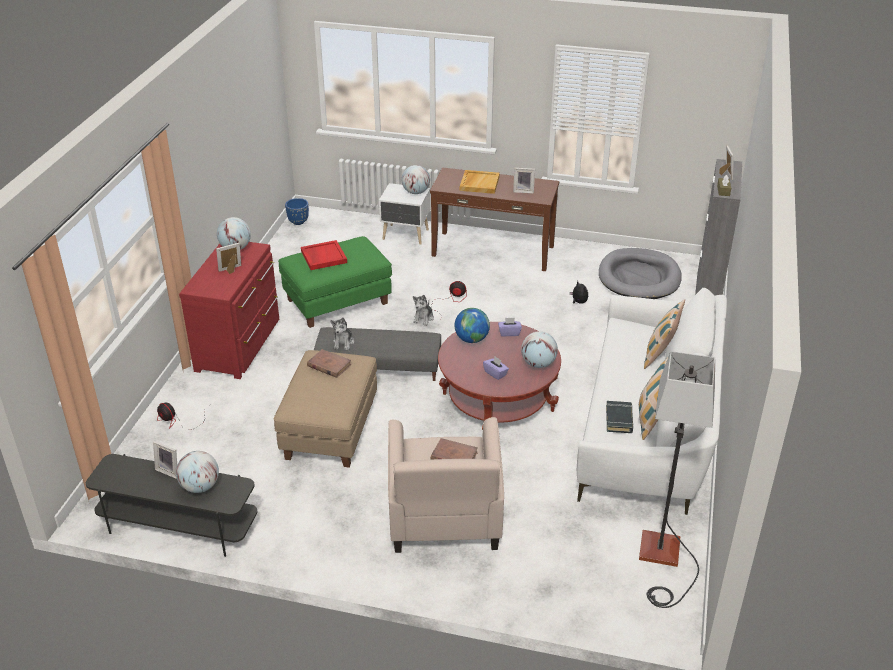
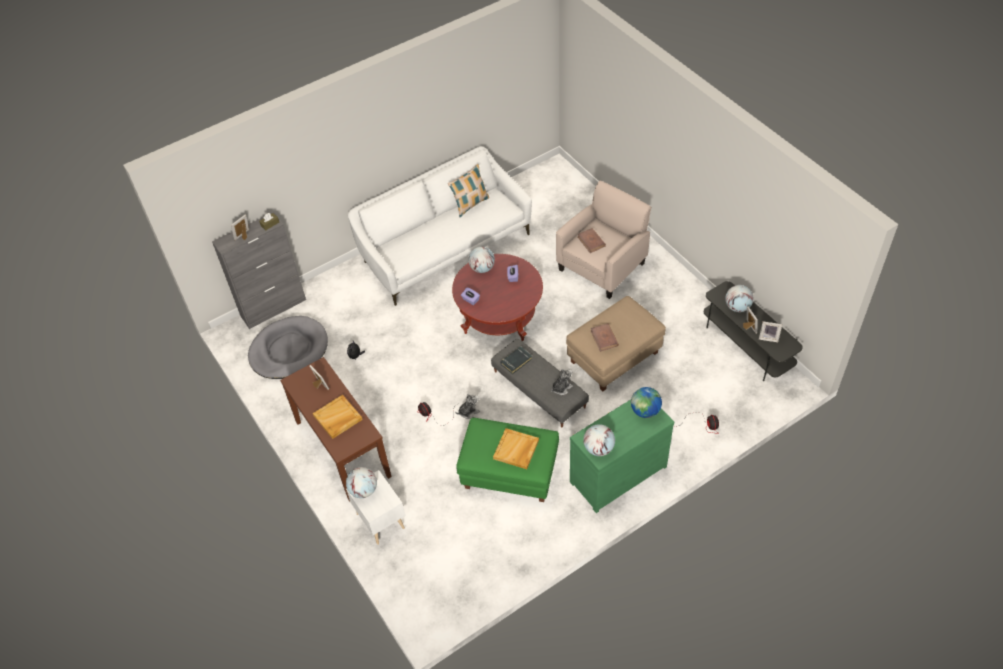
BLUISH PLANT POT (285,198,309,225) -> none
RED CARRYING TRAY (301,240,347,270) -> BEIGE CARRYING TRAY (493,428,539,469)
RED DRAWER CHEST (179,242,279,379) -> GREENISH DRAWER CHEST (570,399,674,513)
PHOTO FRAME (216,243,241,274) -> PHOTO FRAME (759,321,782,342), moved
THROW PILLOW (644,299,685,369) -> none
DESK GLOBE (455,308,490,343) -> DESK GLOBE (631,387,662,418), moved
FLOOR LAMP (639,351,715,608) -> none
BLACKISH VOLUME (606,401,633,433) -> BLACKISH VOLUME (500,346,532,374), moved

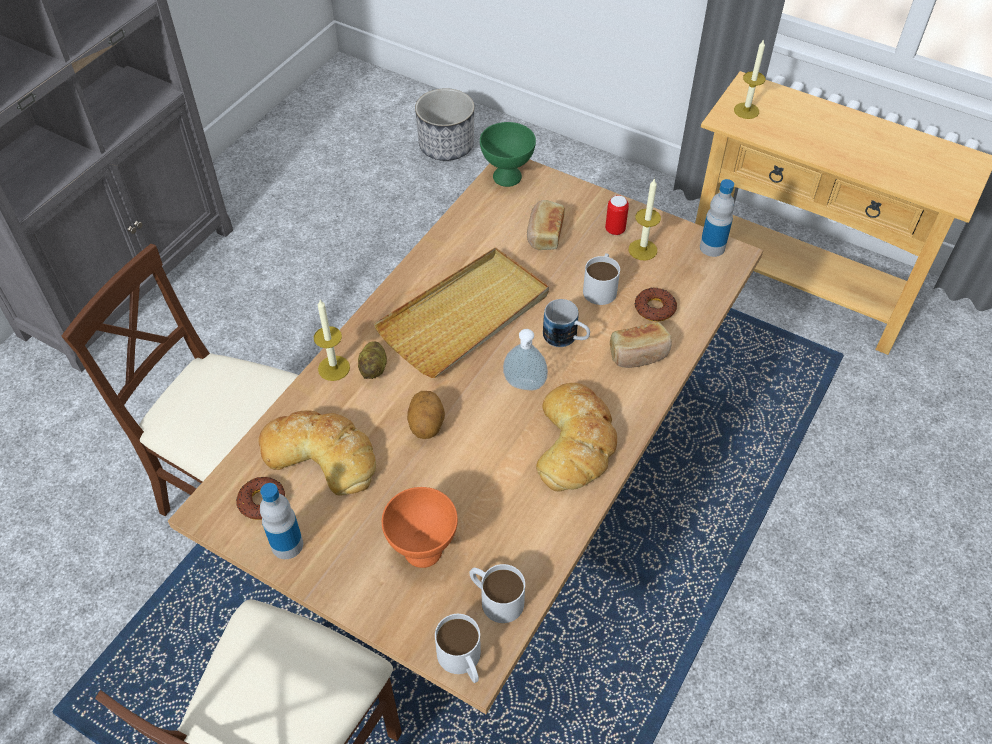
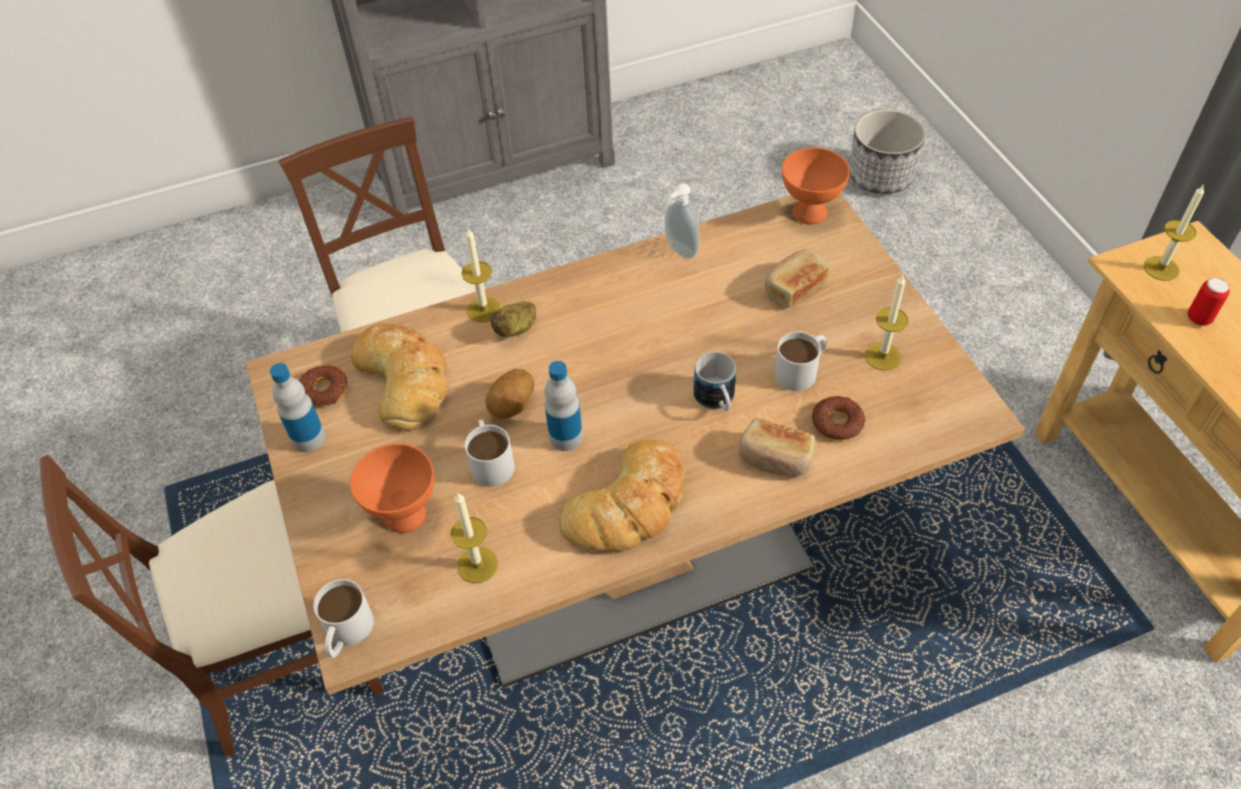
GREENISH BOWL (480,122,536,187) -> ORANGEY BOWL (782,147,850,225)
BOTTLE (700,179,735,257) -> BOTTLE (545,361,583,451), moved
SEALED CAN (605,195,629,235) -> SEALED CAN (1187,278,1230,326), moved
BEIGE CARRYING TRAY (374,247,549,378) -> none
SOAP BOTTLE (503,329,548,390) -> SOAP BOTTLE (665,183,700,259), moved
WHITISH COFFEE MUG (469,564,525,623) -> WHITISH COFFEE MUG (465,419,515,487), moved
none -> CANDLE (451,493,498,583)

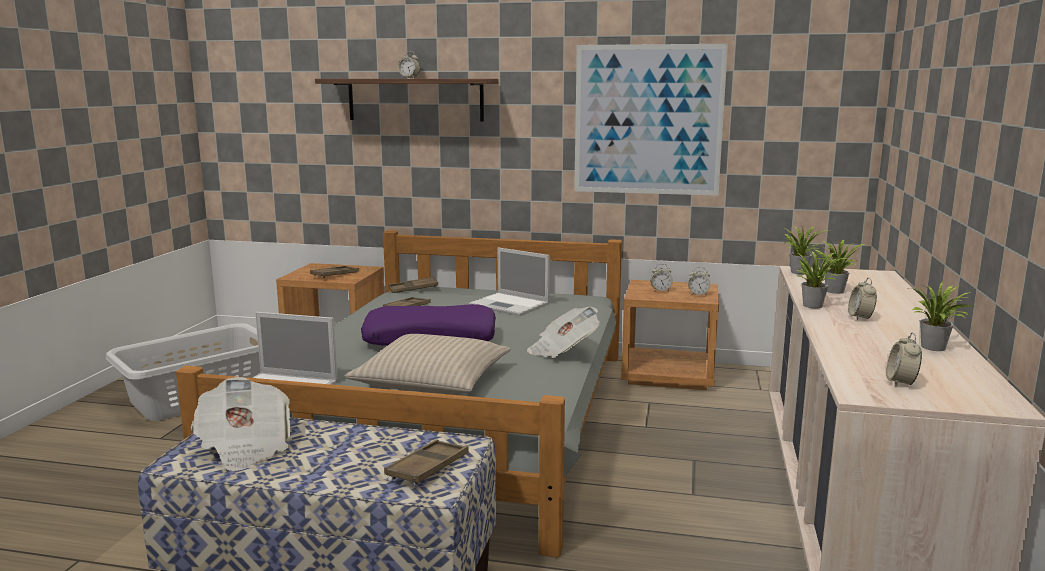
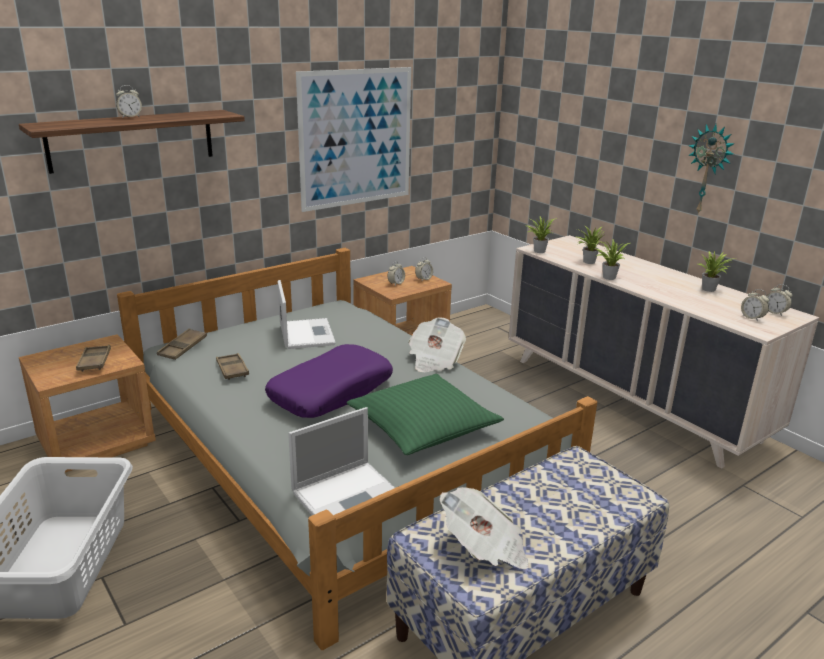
LAPTOP (469,247,550,316) -> LAPTOP (278,280,336,349), 90 degrees counterclockwise
BEDSIDE CLOCK (848,278,877,321) -> BEDSIDE CLOCK (767,284,793,316), moved
BEIGE THROW PILLOW (344,334,511,394) -> GREENISH THROW PILLOW (347,374,504,455)
BROWN-COLOURED CARRYING TRAY (384,440,469,485) -> none
none -> CLOCK ON THE WALL (688,124,735,214)

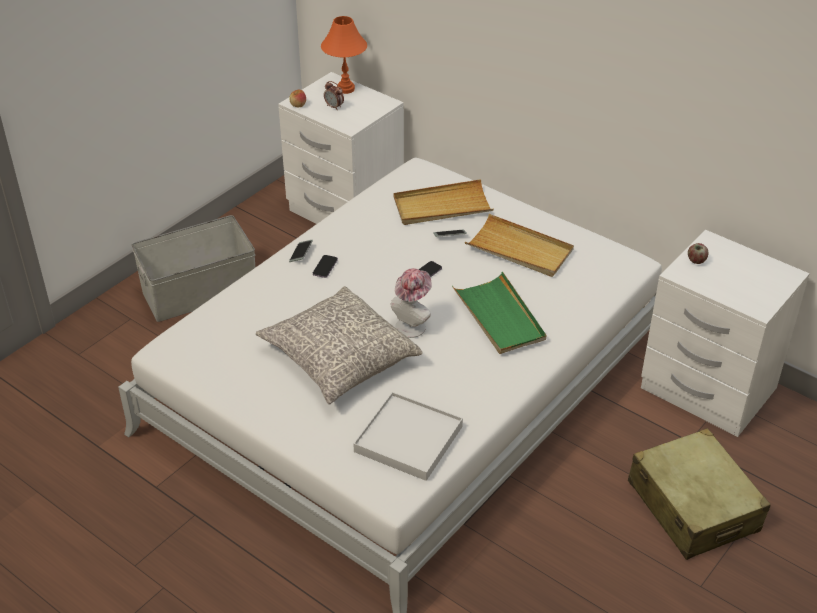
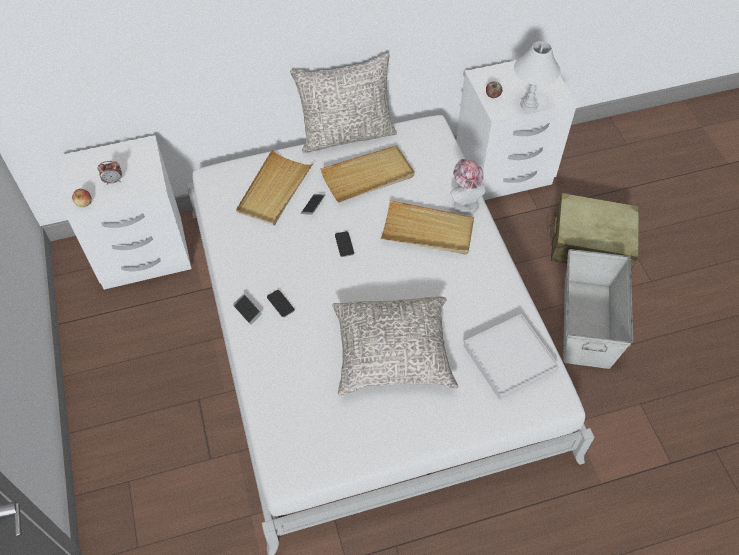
ORANGEY LAMP FOR A TABLE (321,16,367,94) -> none
GREY STORAGE BIN (132,215,255,322) -> GREY STORAGE BIN (563,249,633,369), moved
HAT (390,268,432,338) -> HAT (450,159,486,215), moved
GREENISH CARRYING TRAY (452,272,546,354) -> BEIGE CARRYING TRAY (380,200,474,254)
none -> WHITISH LAMP FOR A TABLE (514,41,560,111)
none -> GREY THROW PILLOW (290,53,397,153)

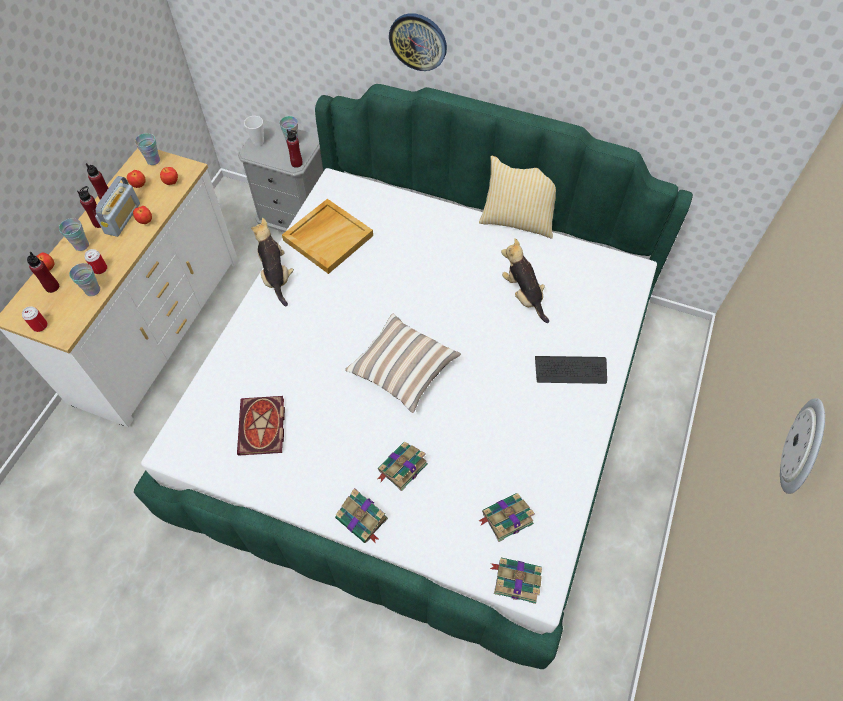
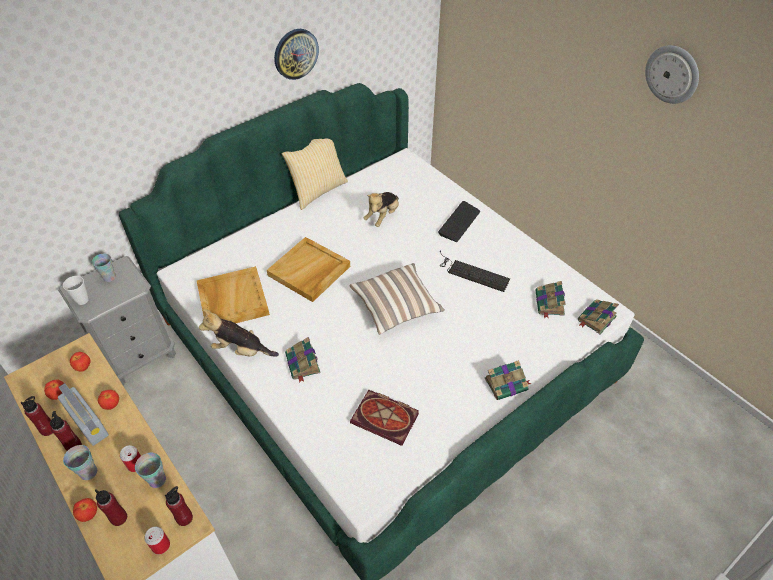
CLOCK ON THE WALL (389,13,447,71) -> CLOCK ON THE WALL (274,29,319,80), moved
RED BOTTLE (287,129,303,168) -> RED BOTTLE (165,486,193,526), moved
CUP (135,133,160,165) -> none
CUDDLY TOY (501,238,549,323) -> CUDDLY TOY (364,192,399,227), 60 degrees counterclockwise
VOLUME (378,442,428,491) -> VOLUME (285,337,321,382), moved
none -> BEIGE CARRYING TRAY (267,237,350,302)
none -> COMPUTER KEYBOARD (440,251,510,292)

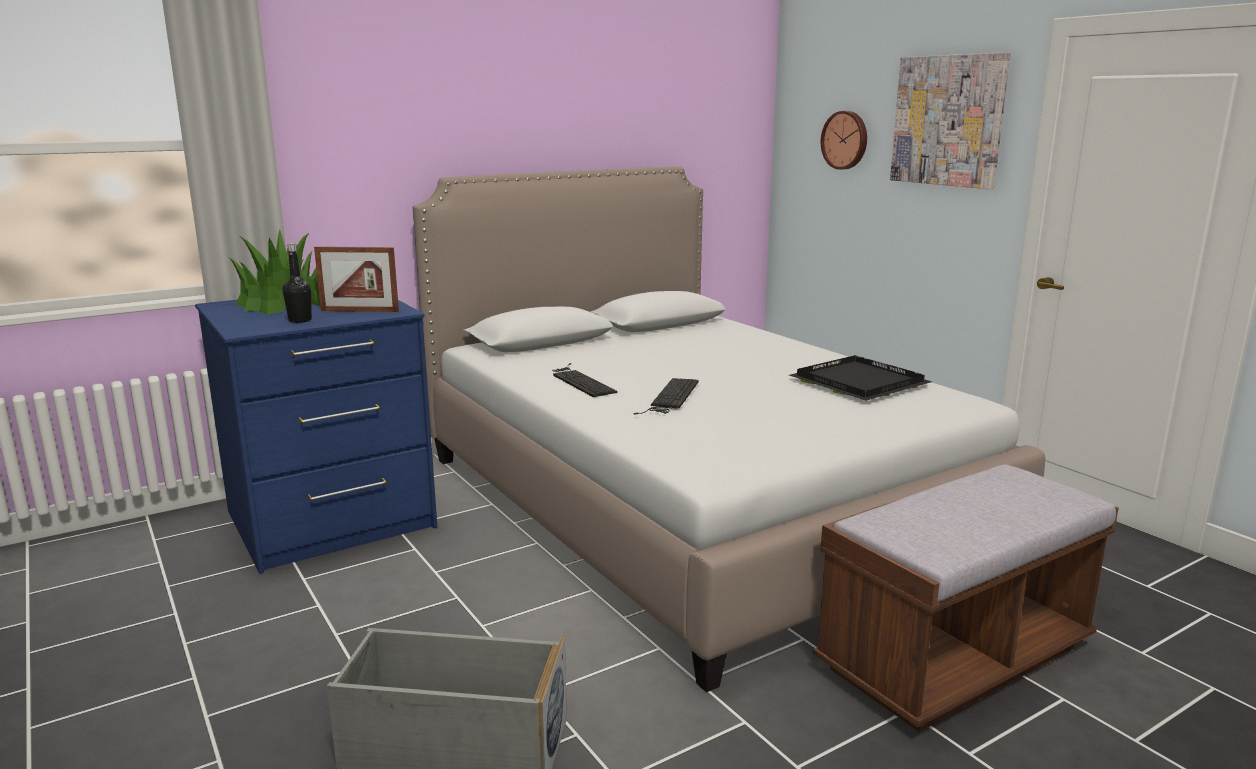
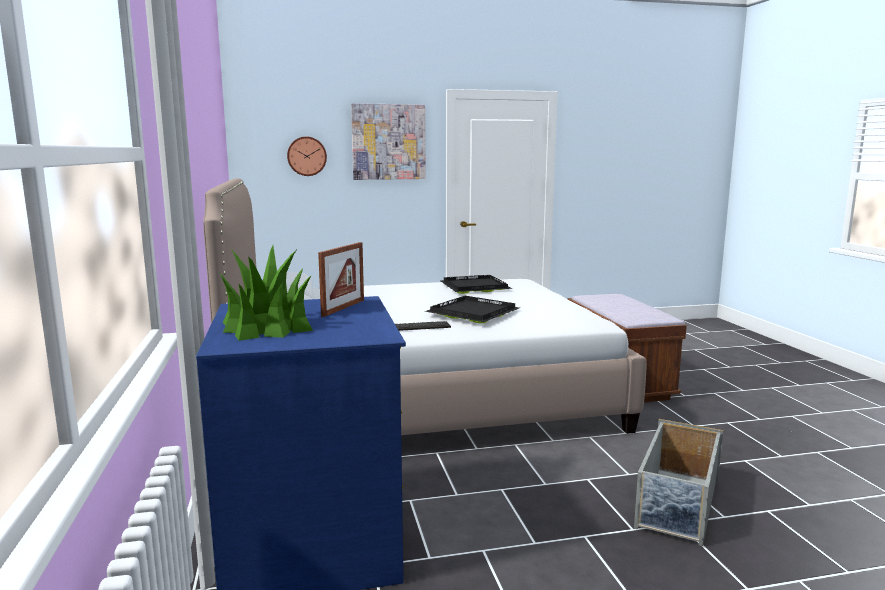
BLACKISH BOTTLE (282,243,312,323) -> none
COMPUTER KEYBOARD (634,378,699,415) -> BLACKISH CARRYING TRAY (425,296,519,323)

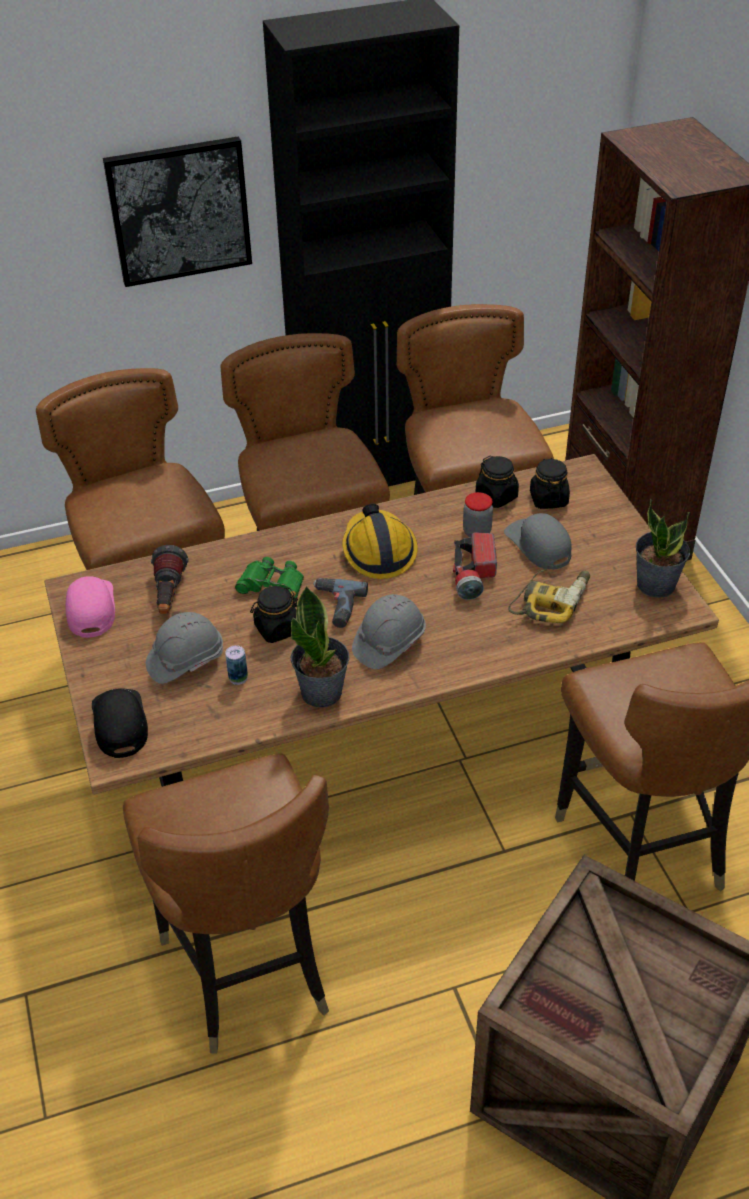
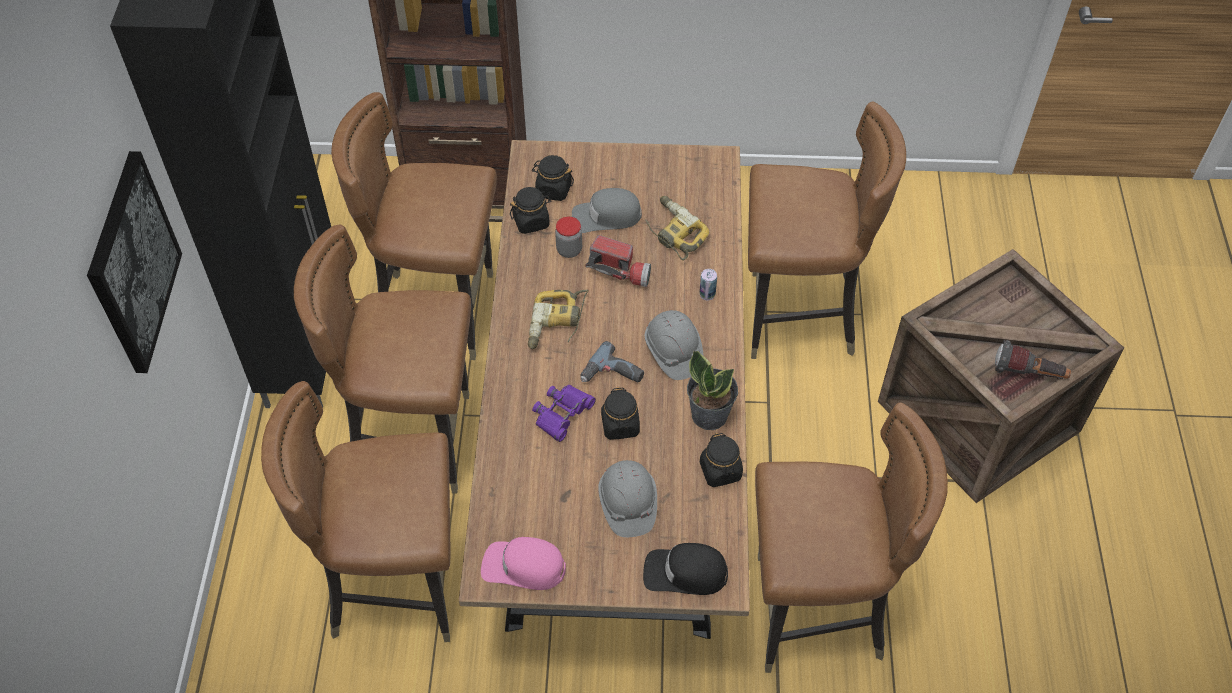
PLANT IN A POT (636,499,690,598) -> none
SAFETY HELMET (342,503,417,579) -> ELECTRIC DRILL (528,290,589,349)
HAND TORCH (151,545,188,614) -> HAND TORCH (995,340,1071,379), moved
GREENISH BINOCULARS (235,557,304,601) -> PURPLISH BINOCULARS (532,385,596,442)
SEALED CAN (225,645,248,685) -> SEALED CAN (699,269,717,301), moved
none -> BLACKISH JAR (700,433,743,487)

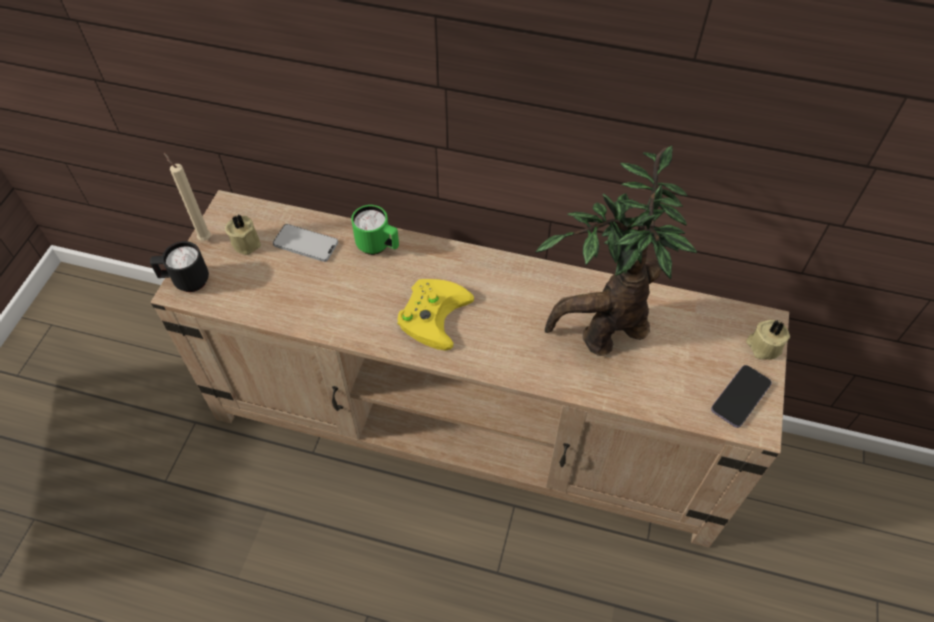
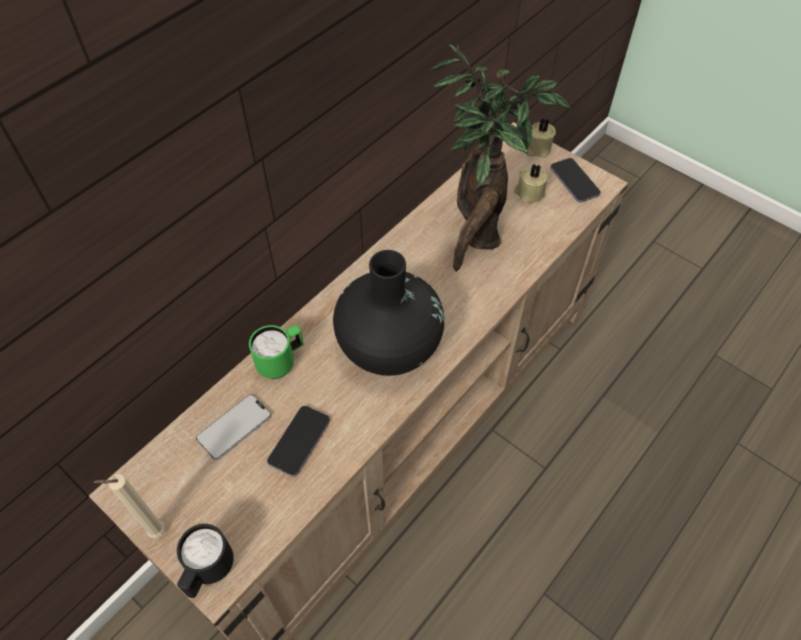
BEIGE CANDLE (225,215,261,255) -> BEIGE CANDLE (514,164,548,203), moved
YELLOW GAMEPAD (397,279,474,351) -> BLACKISH VASE (333,250,445,376)
none -> PHONE (267,406,330,477)

